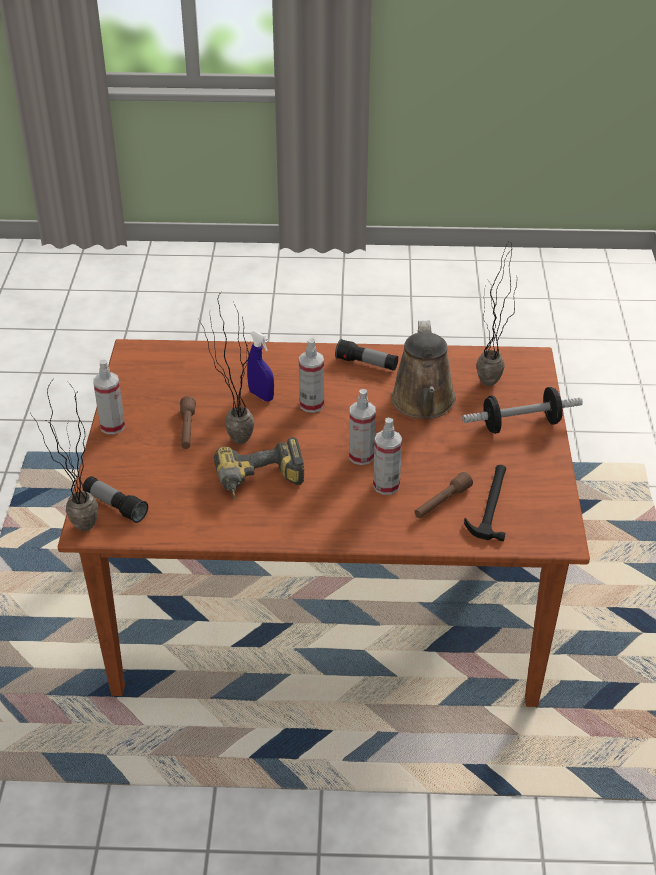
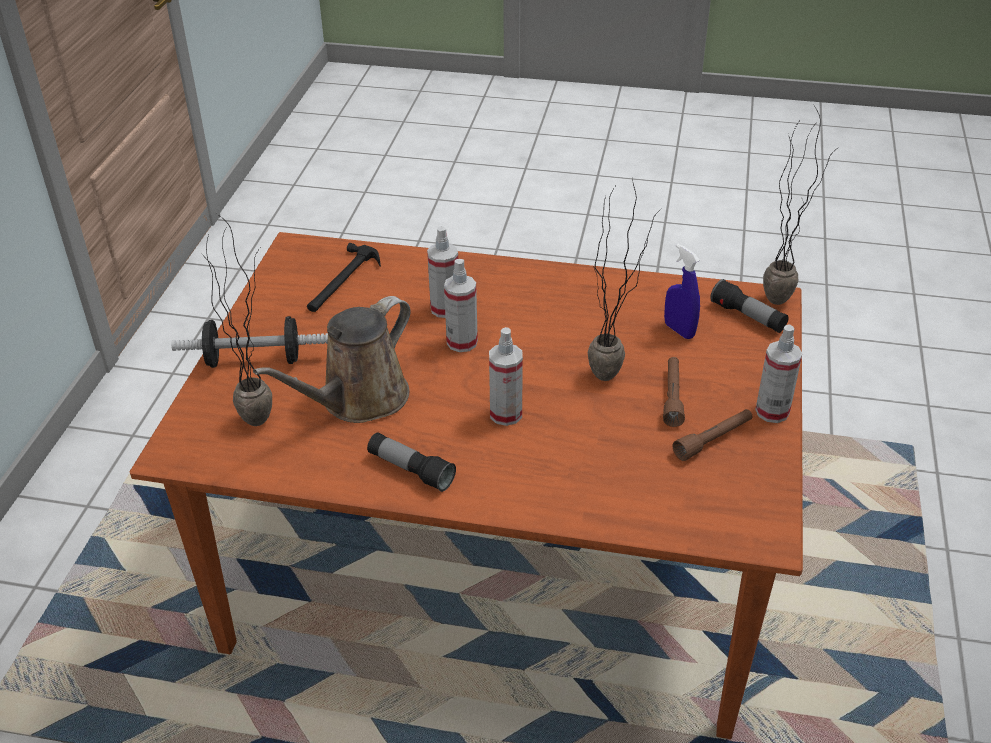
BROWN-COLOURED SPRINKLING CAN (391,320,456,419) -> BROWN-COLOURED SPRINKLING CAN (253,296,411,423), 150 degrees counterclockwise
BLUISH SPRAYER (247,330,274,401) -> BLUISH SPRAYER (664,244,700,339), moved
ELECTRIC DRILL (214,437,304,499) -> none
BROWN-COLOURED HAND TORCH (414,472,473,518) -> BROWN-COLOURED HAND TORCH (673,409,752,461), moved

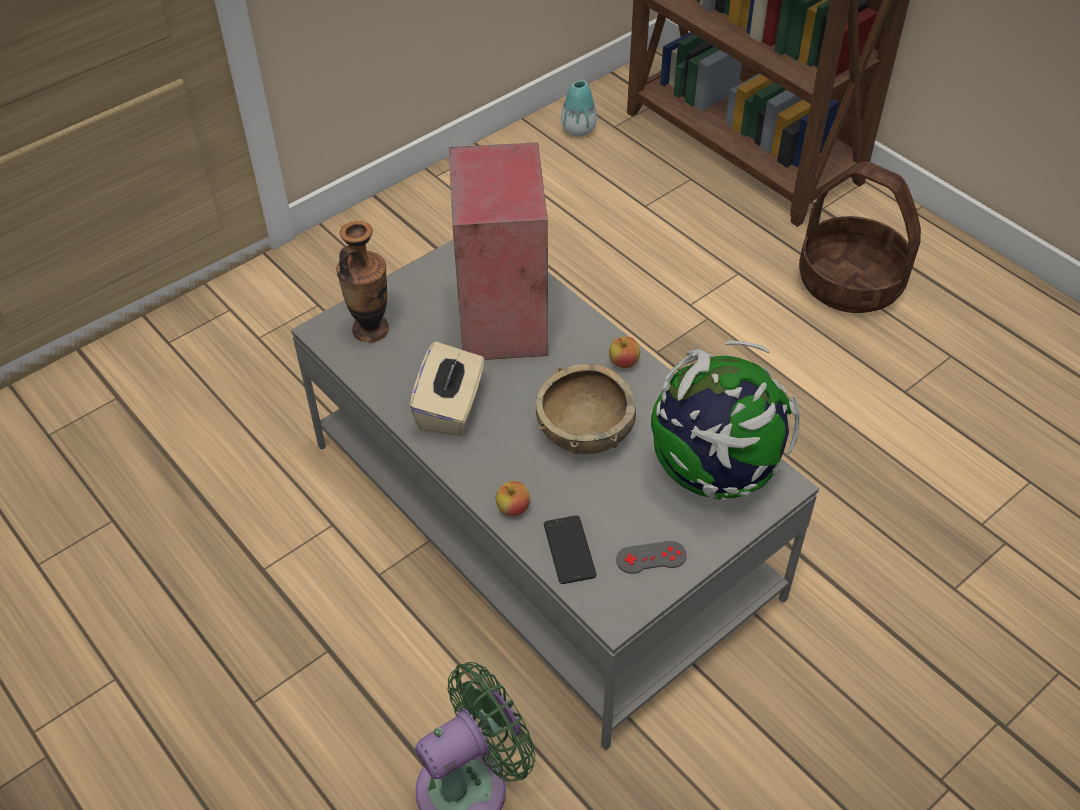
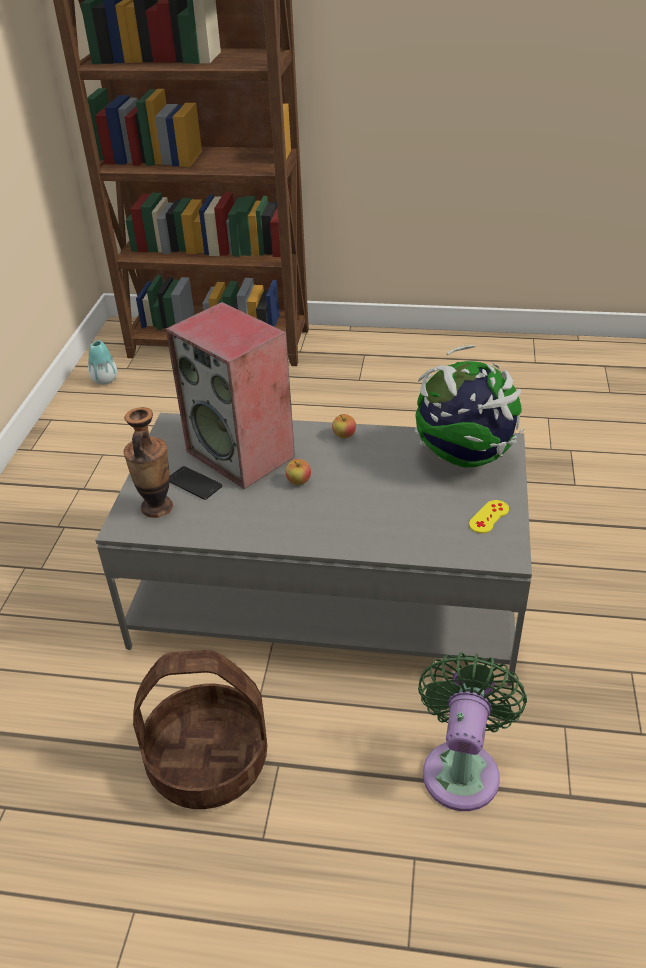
STORAGE BASKET (799,162,921,313) -> STORAGE BASKET (133,650,267,809), moved
BEIGE TISSUE HOLDER (409,341,485,436) -> none
BROWN-COLOURED BOWL (536,364,636,455) -> none
APPLE FRUIT (496,481,530,517) -> APPLE FRUIT (285,459,311,485), moved
PHONE (544,515,596,584) -> PHONE (170,466,222,500), moved
GREY GAMEPAD (616,541,687,574) -> YELLOW GAMEPAD (469,500,509,533)

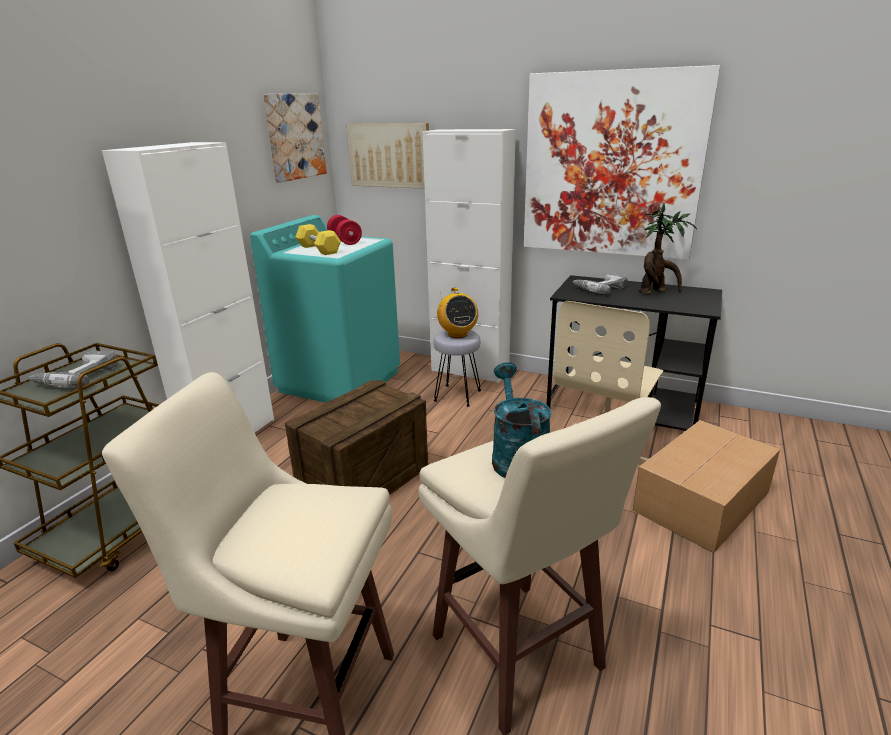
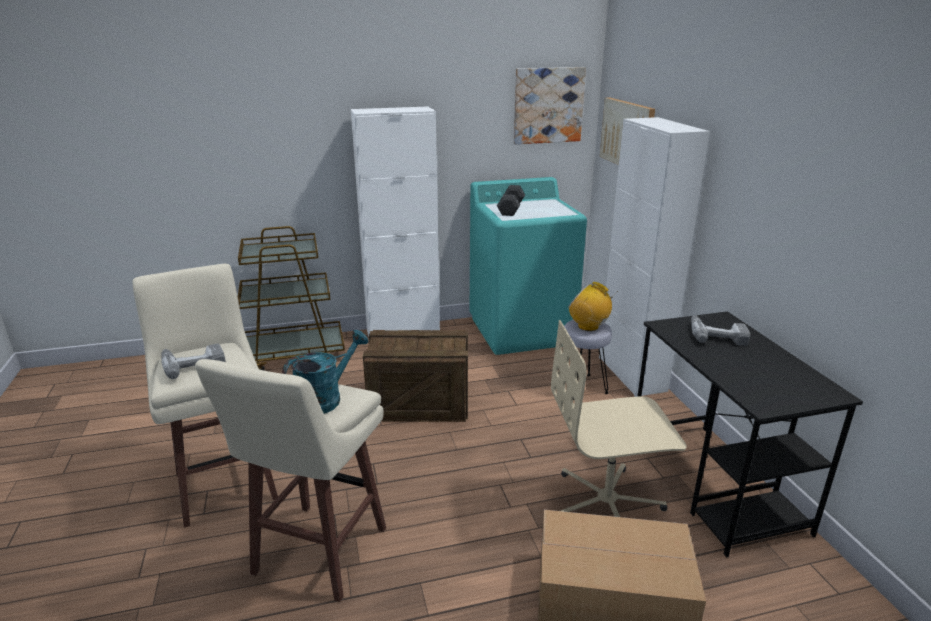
WALL ART (524,65,721,260) -> none
PLANT IN A POT (639,203,697,294) -> none
RED DUMBBELL (327,215,362,245) -> none
YELLOW DUMBBELL (295,224,341,255) -> BLACKISH DUMBBELL (497,185,525,216)
RADIO (437,287,478,338) -> RADIO (568,282,618,331), 90 degrees clockwise
ELECTRIC DRILL (29,351,118,388) -> ELECTRIC DRILL (161,343,226,379), moved

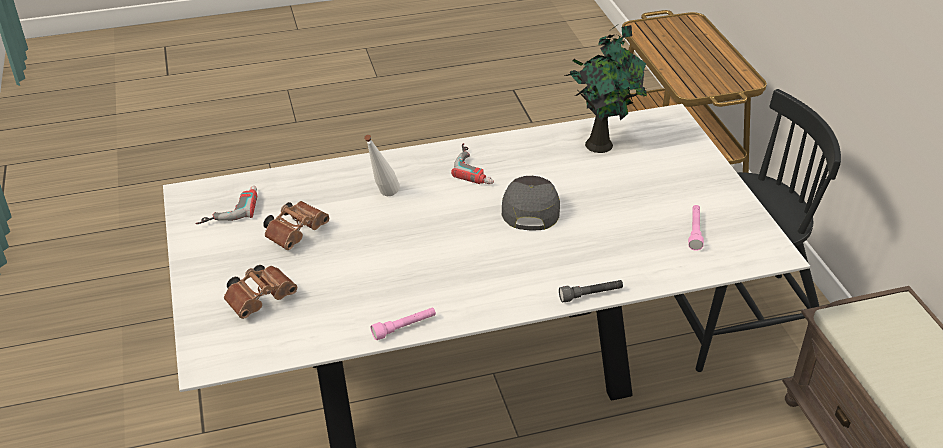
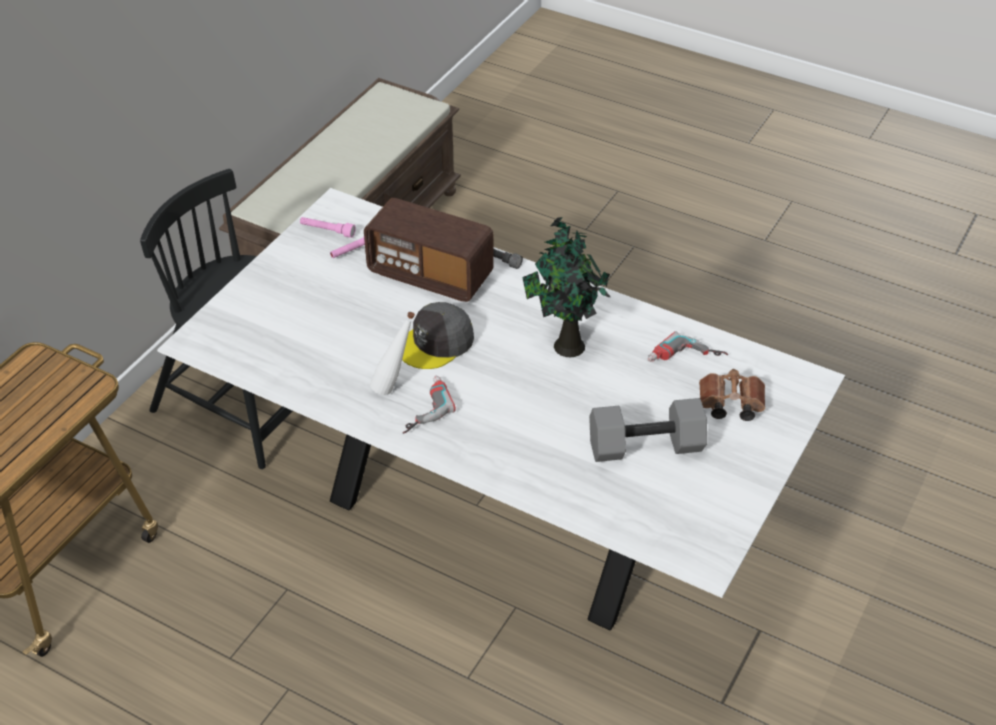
PLANT IN A POT (564,24,647,153) -> PLANT IN A POT (522,217,610,357), moved
WHITISH BOTTLE (364,135,400,196) -> WHITISH BOTTLE (370,312,415,395), moved
ELECTRIC DRILL (195,186,257,224) -> ELECTRIC DRILL (647,331,728,362), moved
BROWN-COLOURED BINOCULARS (263,201,329,250) -> GREY DUMBBELL (589,398,707,462)
PINK HAND TORCH (371,307,436,340) -> PINK HAND TORCH (300,217,356,238), moved
none -> RADIO (364,198,494,302)

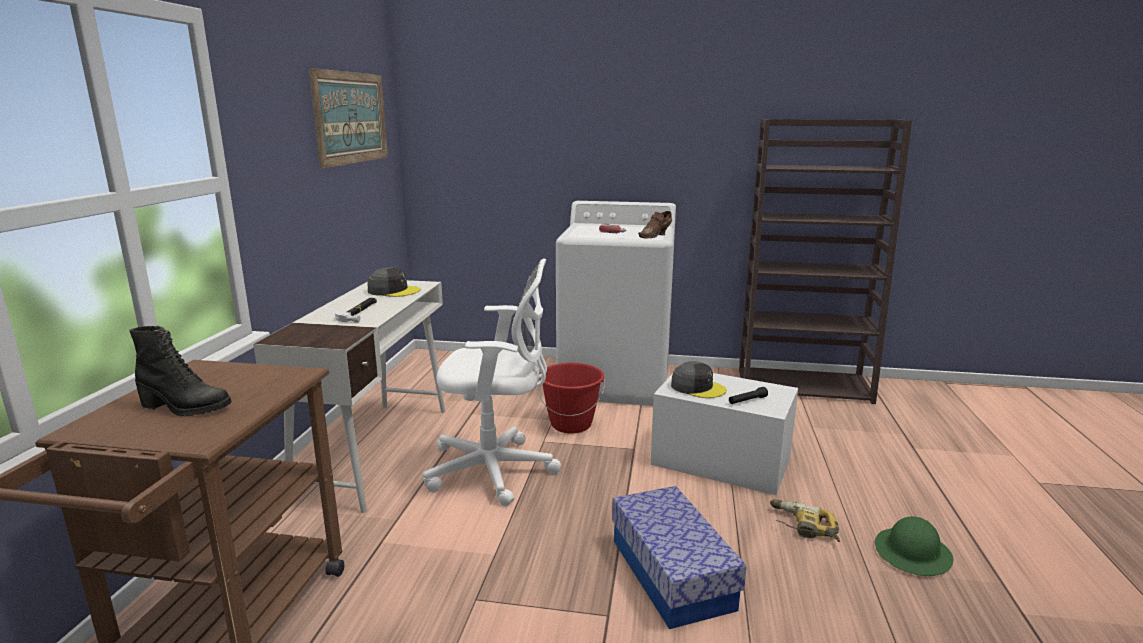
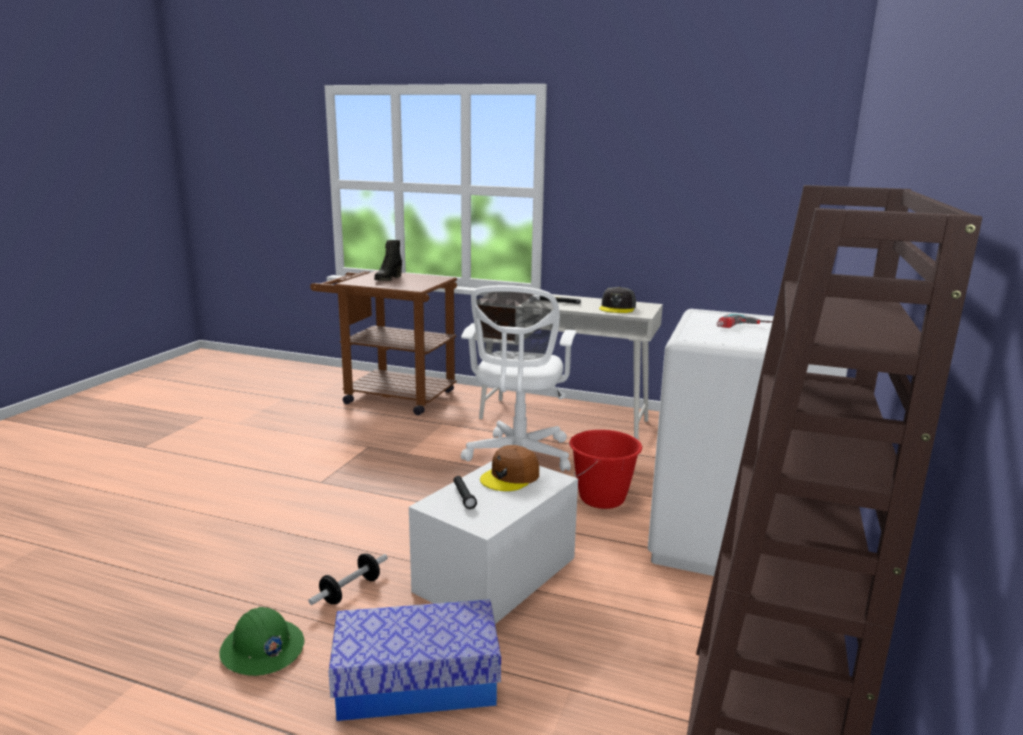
WALL ART (309,68,388,168) -> none
BROWN-COLOURED ITEM OF FOOTWEAR (638,211,672,238) -> none
GREY BASEBALL CAP (671,361,727,398) -> BROWN-COLOURED BASEBALL CAP (480,445,539,491)
STORAGE BIN (612,486,746,629) -> STORAGE BIN (329,599,501,721), moved
ELECTRIC DRILL (770,499,840,542) -> DUMBBELL (308,553,388,605)

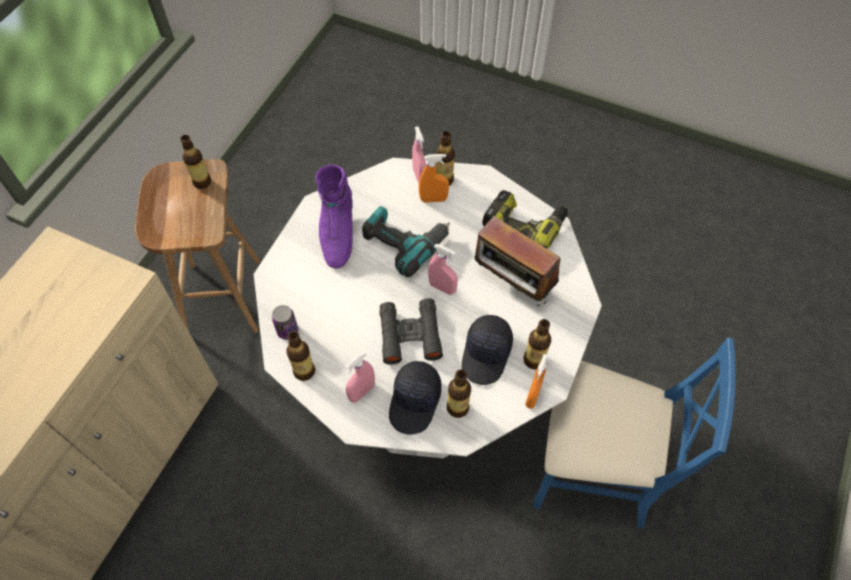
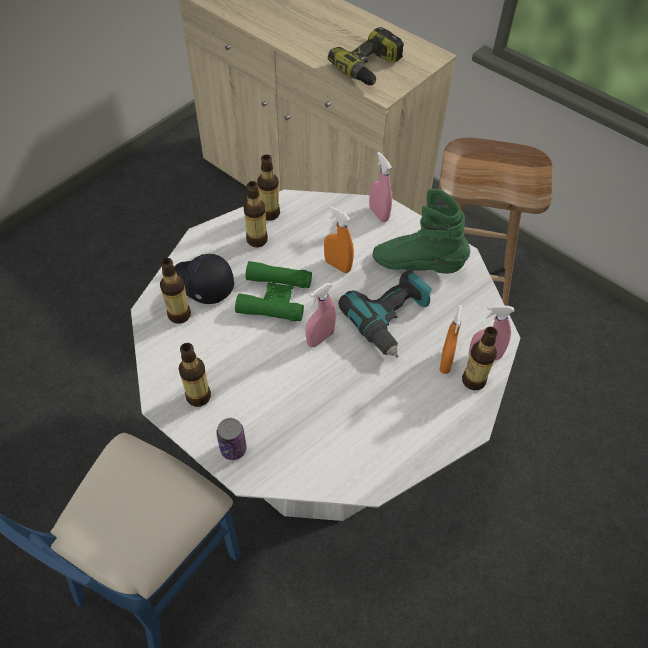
BOTTLE (180,135,211,189) -> BOTTLE (243,181,268,247), moved
PURPLISH TALL BOOT (315,165,353,269) -> GREENISH TALL BOOT (373,189,471,274)
ELECTRIC DRILL (482,190,568,249) -> ELECTRIC DRILL (328,27,404,85), moved
RADIO (475,216,560,306) -> none
BLACKISH BINOCULARS (379,298,443,365) -> GREENISH BINOCULARS (235,261,312,321)
SEALED CAN (272,305,298,340) -> SEALED CAN (216,418,247,460), moved
BLACKISH BASEBALL CAP (462,315,513,385) -> none
PINK SPRAYER (345,352,375,403) -> PINK SPRAYER (369,152,392,222), moved
ORANGEY SPRAYER (525,354,548,409) -> ORANGEY SPRAYER (324,206,354,273), moved

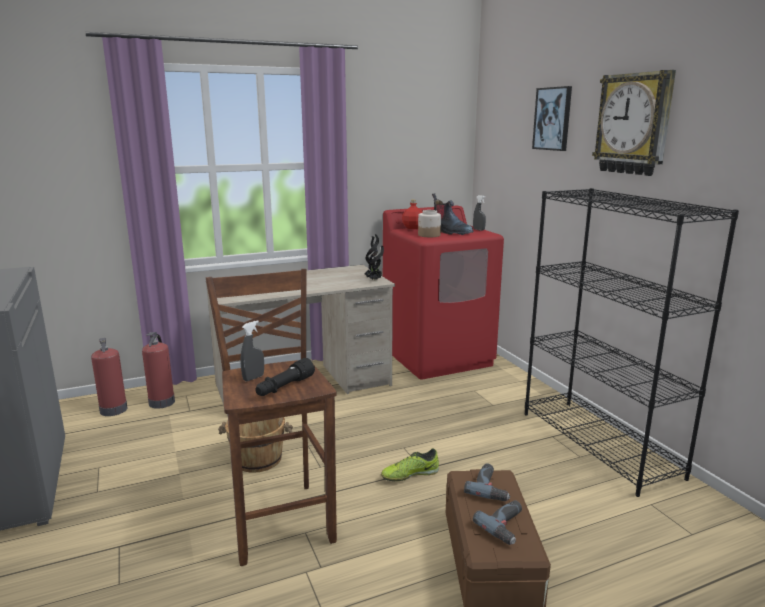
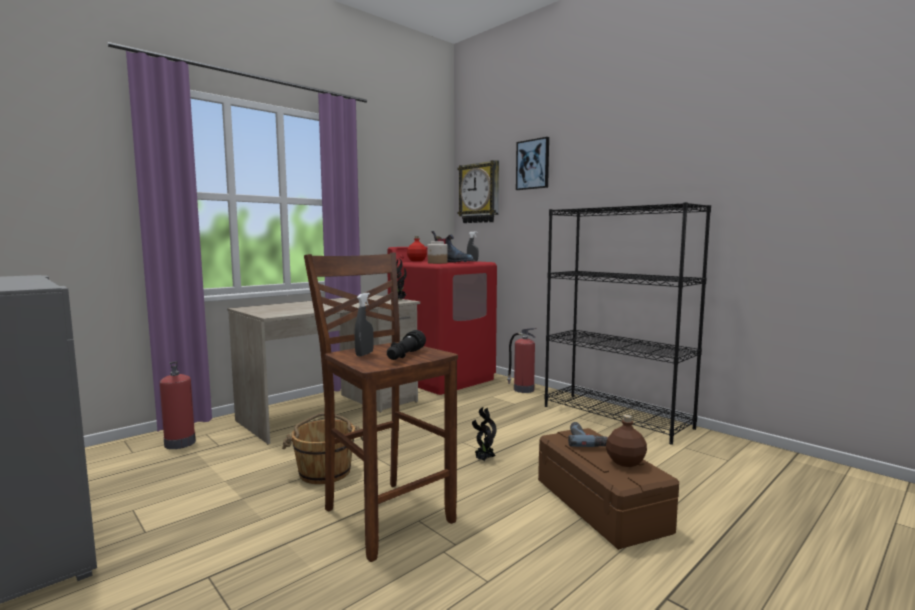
CLOCK ON THE WALL (592,70,676,176) -> CLOCK ON THE WALL (458,160,499,223), moved
EXTINGUISHER (91,338,127,416) -> EXTINGUISHER (507,328,537,393), moved
ITEM OF FOOTWEAR (381,448,439,481) -> PLANT IN A POT (472,407,496,461)
ELECTRIC DRILL (473,500,522,545) -> BROWN-COLOURED BOTTLE (606,415,647,467)

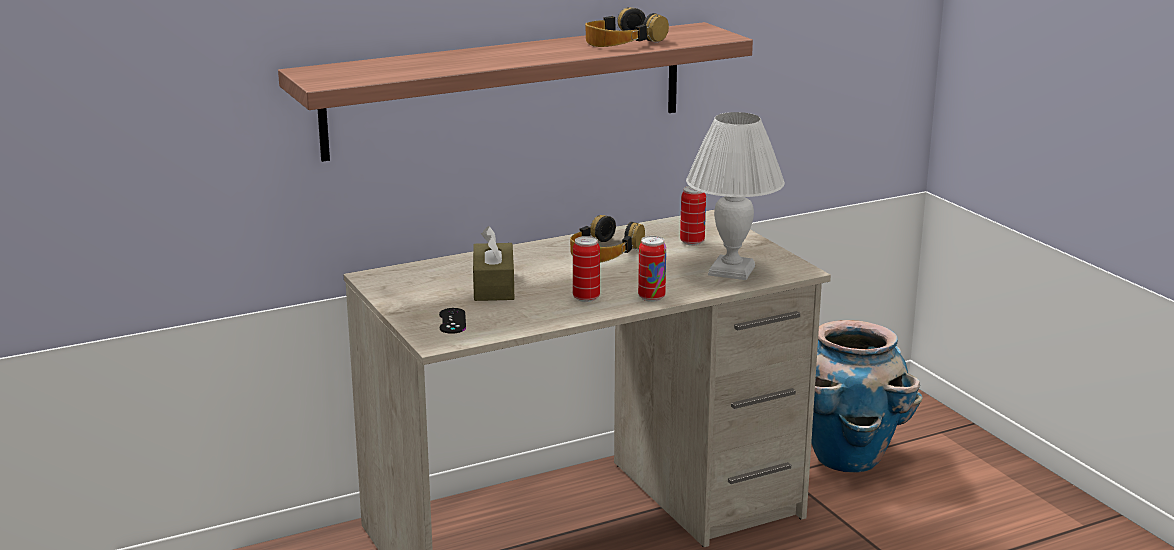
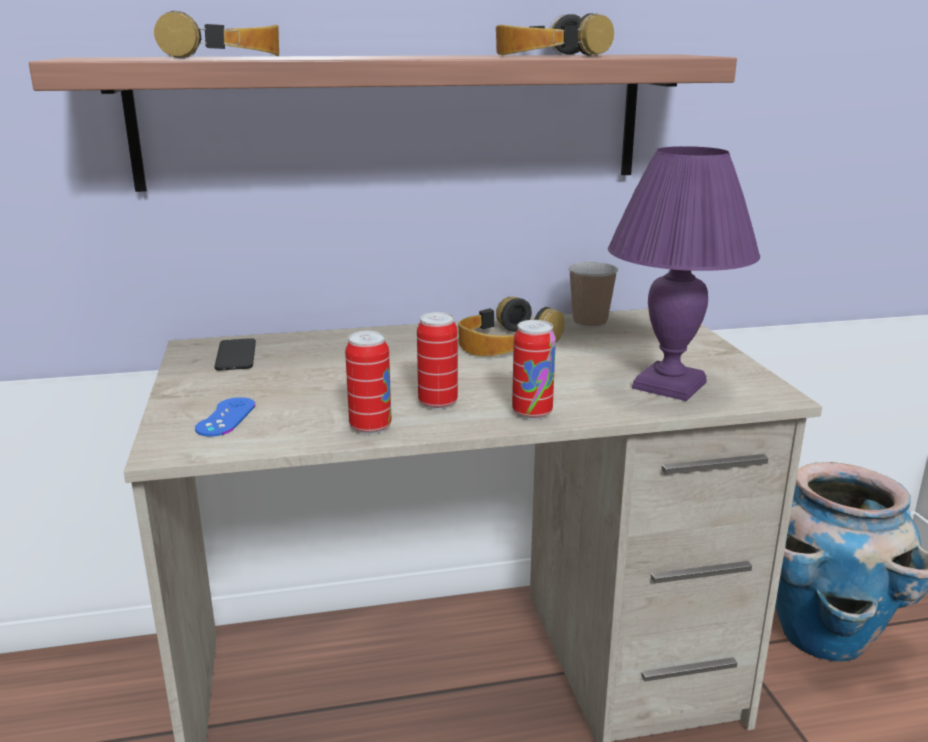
WHITISH LAMP FOR A TABLE (686,112,785,280) -> PURPLISH LAMP FOR A TABLE (608,146,760,401)
SEALED CAN (680,186,706,245) -> SEALED CAN (345,331,392,434), moved
BROWN-COLOURED TISSUE HOLDER (473,226,514,301) -> none
BLACKISH GAMEPAD (439,308,466,334) -> BLUISH GAMEPAD (195,397,255,437)
none -> HEADSET (154,11,279,59)
none -> CUP (568,262,618,328)
none -> PHONE (214,338,256,370)

